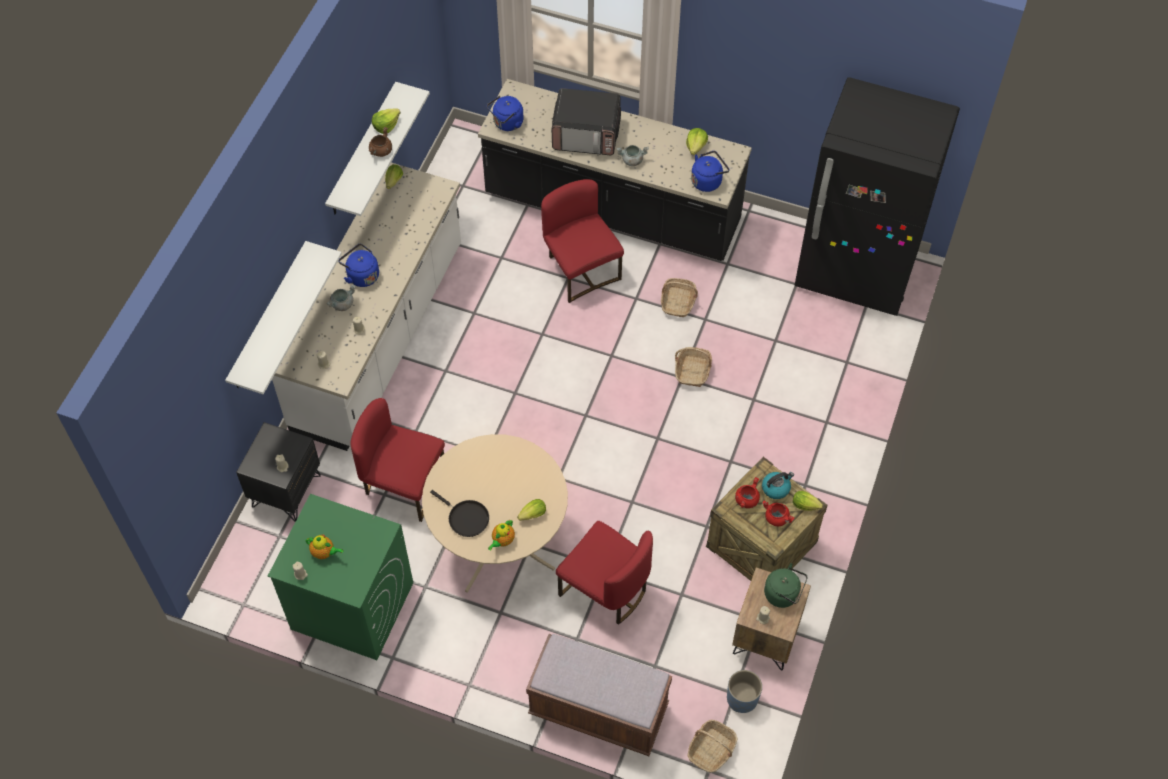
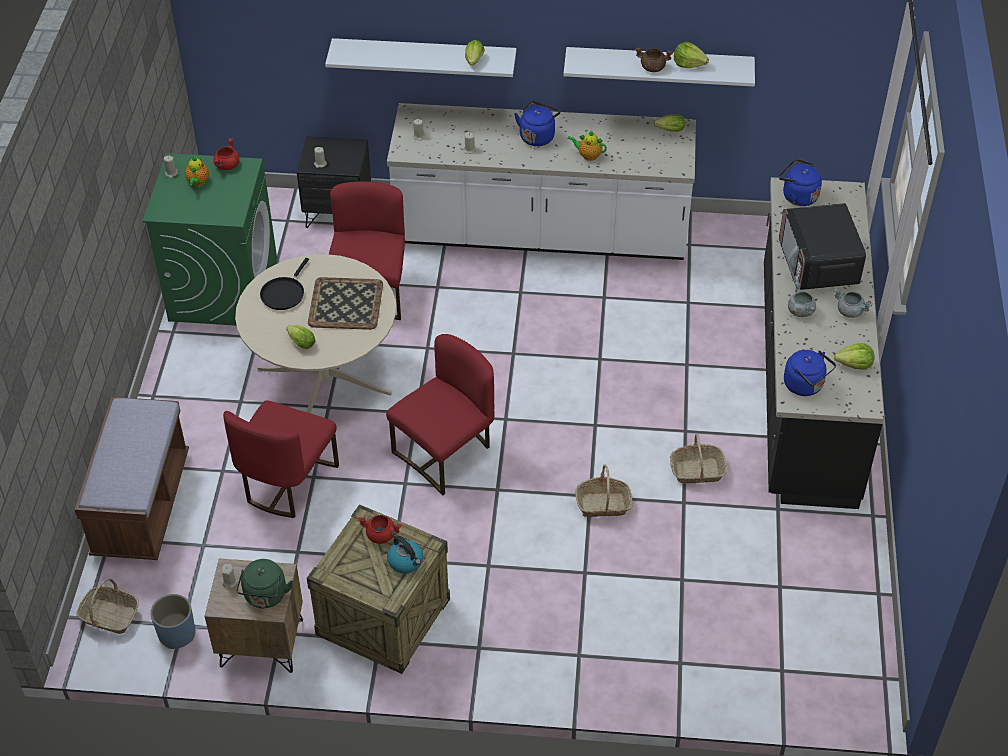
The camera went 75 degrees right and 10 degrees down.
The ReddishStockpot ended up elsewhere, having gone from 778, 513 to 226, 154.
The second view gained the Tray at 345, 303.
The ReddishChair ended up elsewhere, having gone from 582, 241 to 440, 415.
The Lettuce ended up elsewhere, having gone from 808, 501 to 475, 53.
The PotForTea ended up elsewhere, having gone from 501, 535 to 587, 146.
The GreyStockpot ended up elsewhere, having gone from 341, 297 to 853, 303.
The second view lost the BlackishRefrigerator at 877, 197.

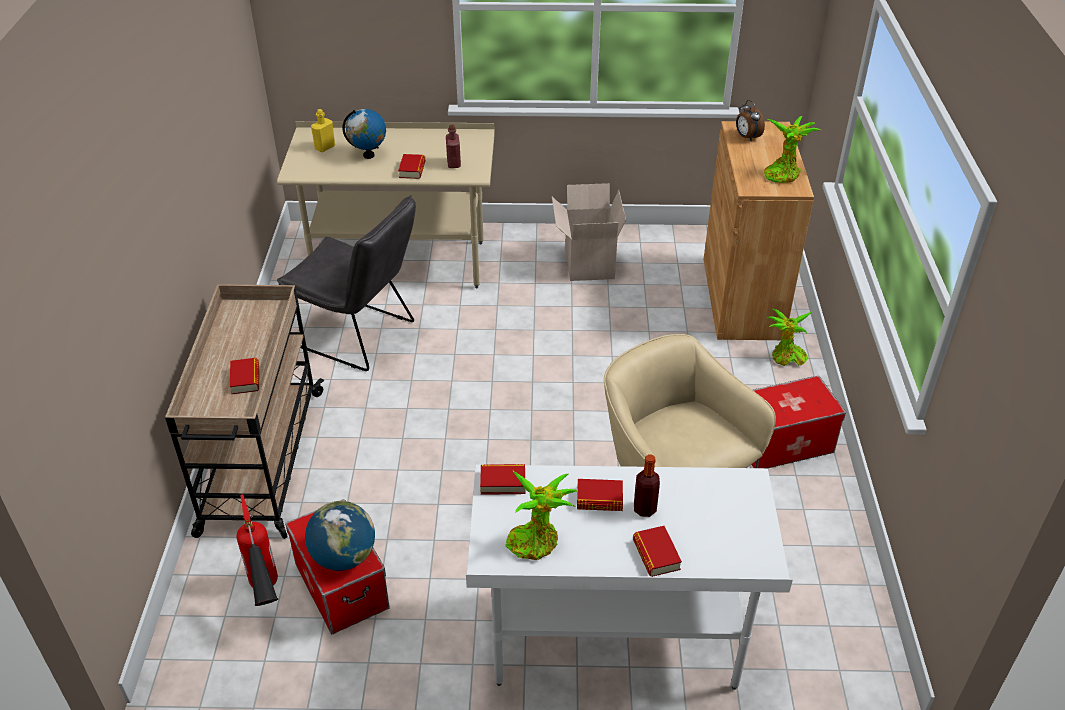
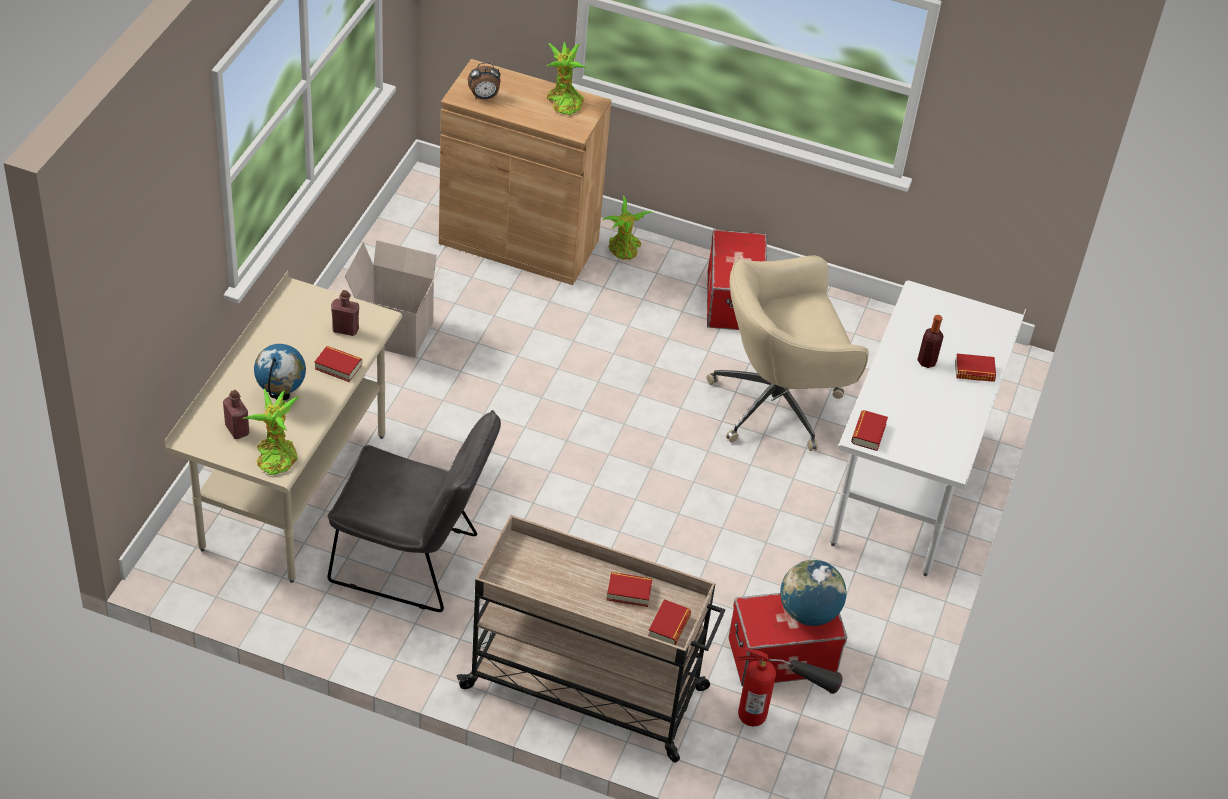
The camera went 75 degrees left and 5 degrees up.
What was the YellowBottle at 323, 130 turned into the ReddishBottle at 236, 414.
The Houseplant ended up elsewhere, having gone from 542, 515 to 272, 432.
The GreyChair at 346, 283 ended up facing another way, 60 degrees clockwise from before.
The Volume ended up elsewhere, having gone from 600, 495 to 669, 622.

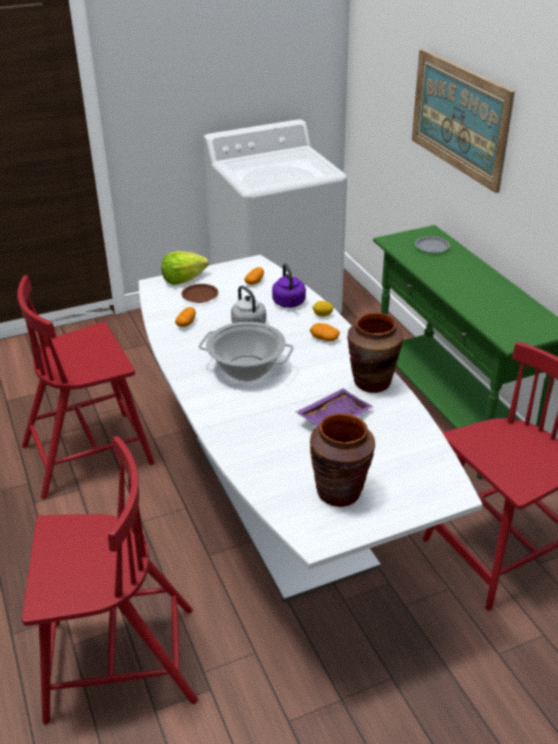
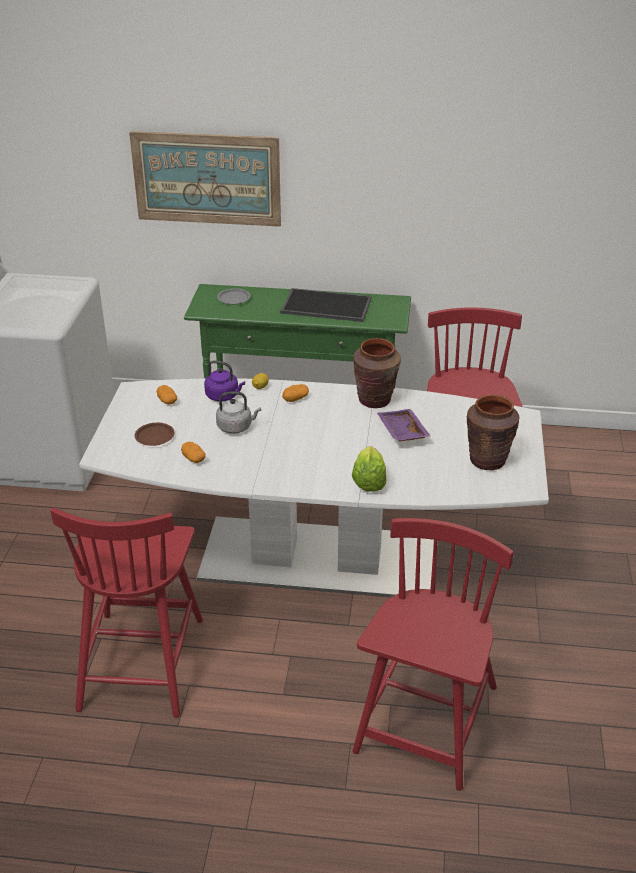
The camera went 60 degrees left and 0 degrees up.
The second view gained the Tray at 326, 305.
The Lettuce ended up elsewhere, having gone from 185, 268 to 369, 469.
The second view lost the Stockpot at 246, 351.

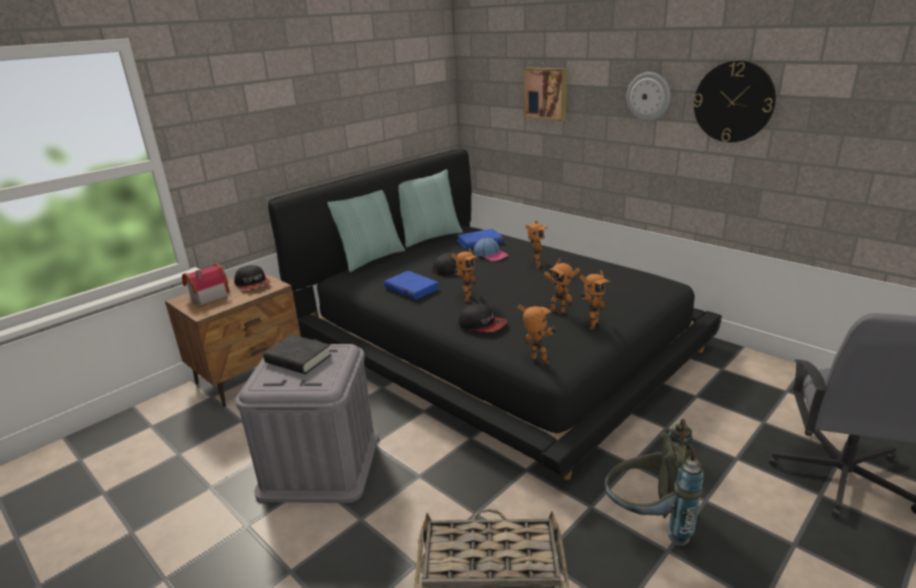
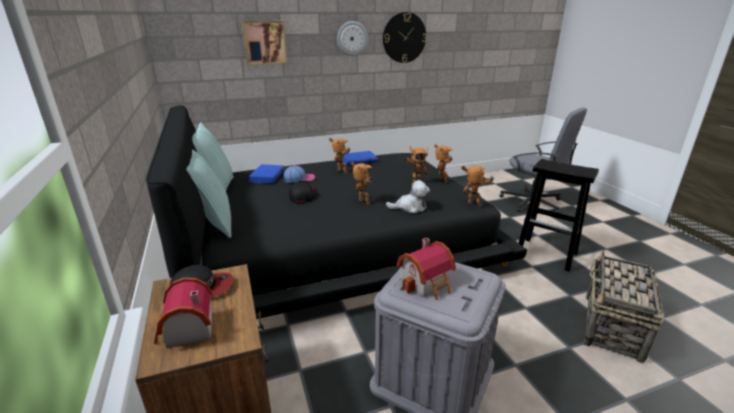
The camera went 65 degrees left and 0 degrees up.
The BlueVolume ended up elsewhere, having gone from 411, 285 to 360, 158.
Where the PeakedCap stood at 483, 318, the PlushToy came to stand at 408, 197.
Where the BlackishVolume stood at 297, 354, the ToyHouse came to stand at 426, 269.
The ModelRobot at 537, 334 ended up facing another way, 45 degrees clockwise from before.
Where the GreyRucksack stood at 654, 482, the BlackishStoolSeat came to stand at 559, 215.

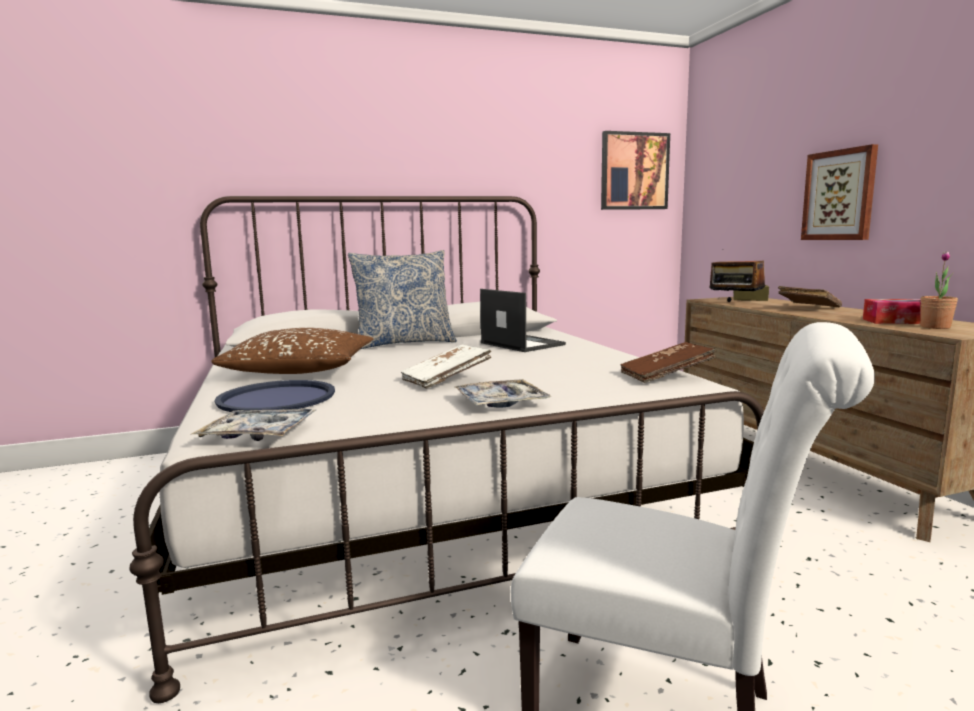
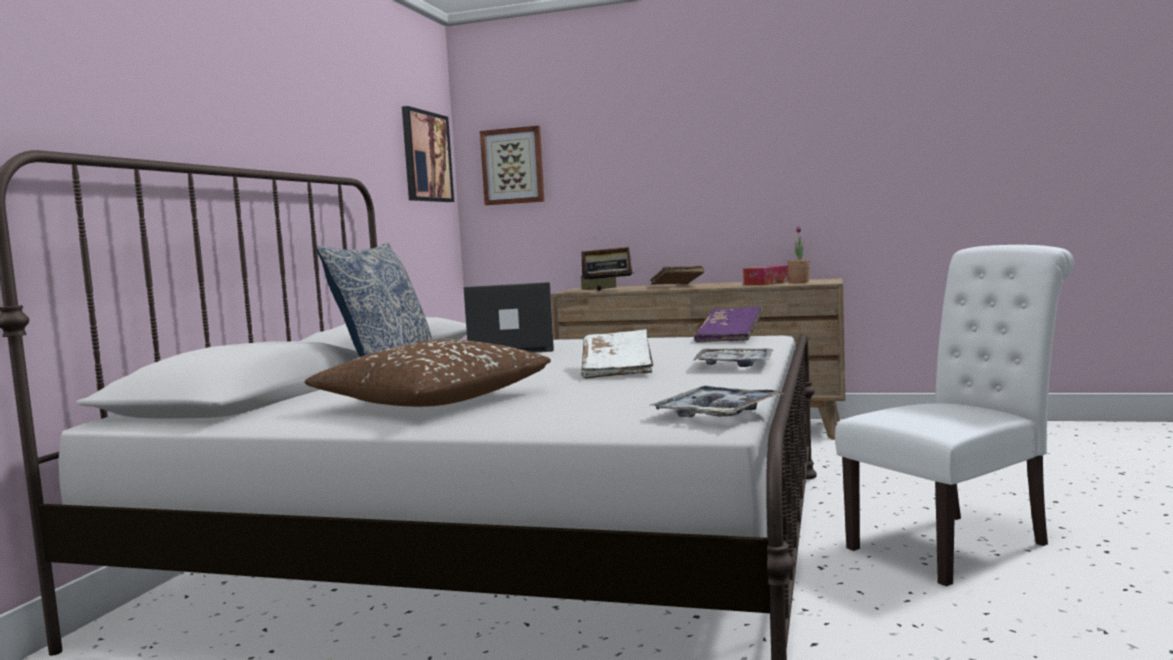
The camera went 55 degrees left and 5 degrees down.
The WallArt ended up elsewhere, having gone from 839, 192 to 512, 165.
What was the BrownVolume at 668, 362 turned into the PurplishVolume at 728, 324.
The second view lost the BlueTray at 274, 396.

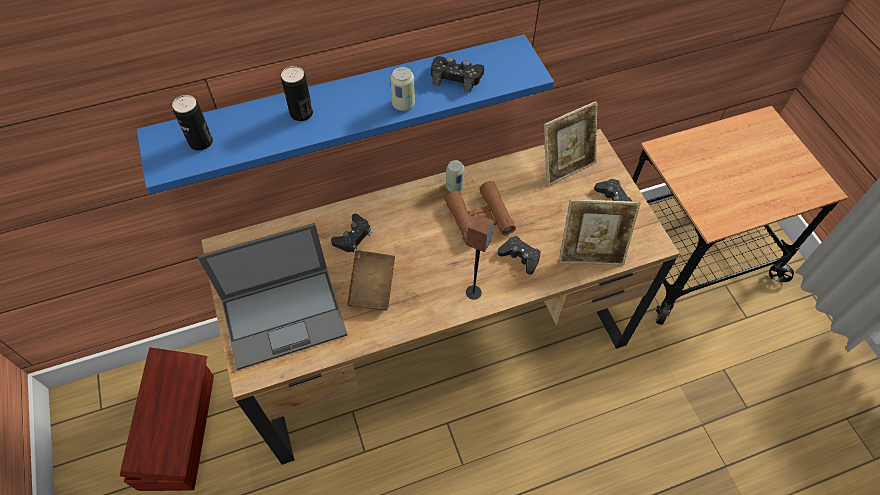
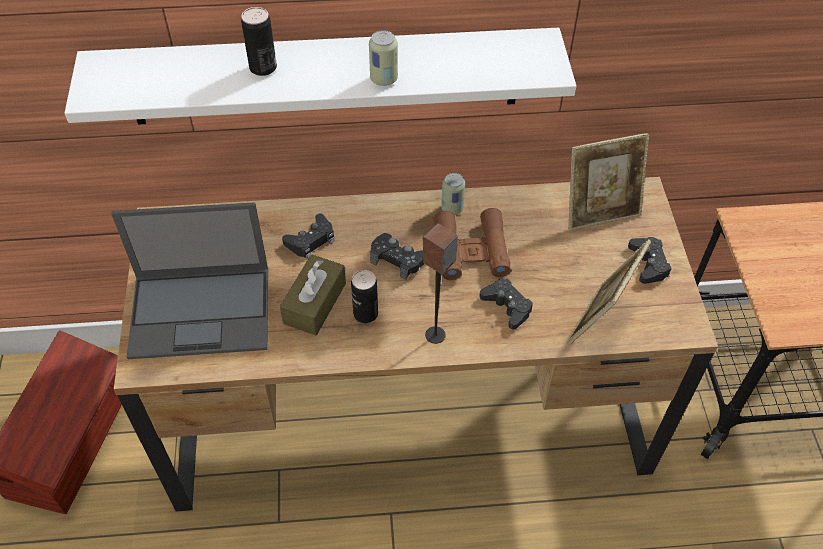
The camera went 15 degrees right and 5 degrees down.
What was the BlueBracketShelf at 345, 114 turned into the WhitishBracketShelf at 320, 76.
Where the BrownVolume stood at 371, 281, the BrownTissueBox came to stand at 313, 295.
The MetalCan ended up elsewhere, having gone from 192, 123 to 364, 296.
The BlackishGamepad ended up elsewhere, having gone from 457, 74 to 397, 256.
The StandingFrame at 600, 232 ended up facing another way, 105 degrees clockwise from before.

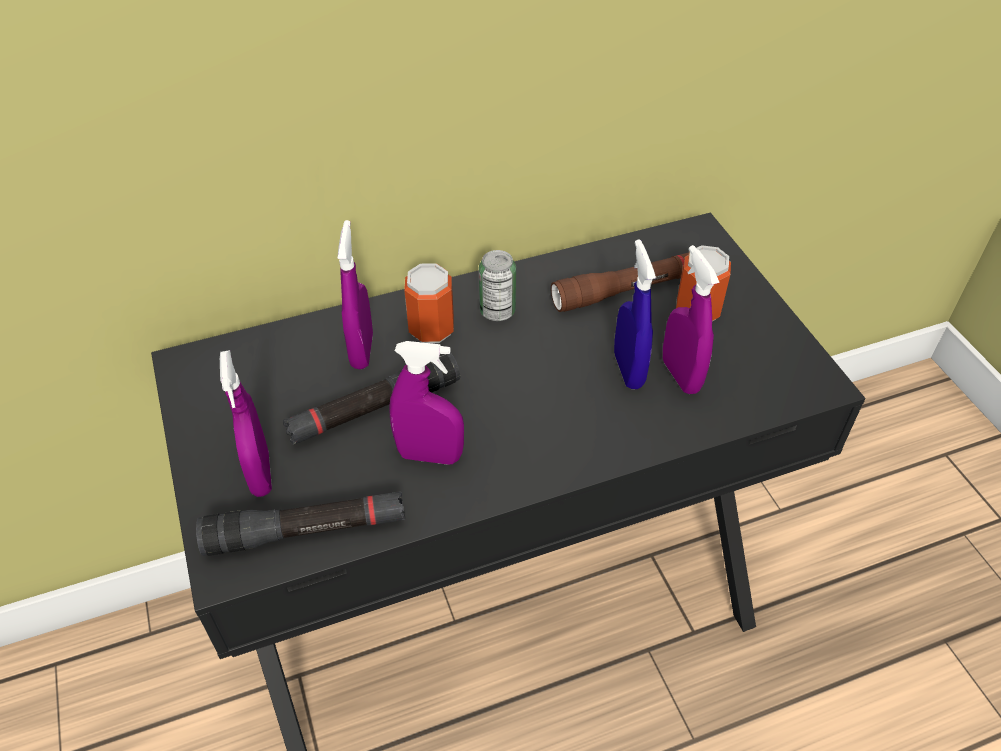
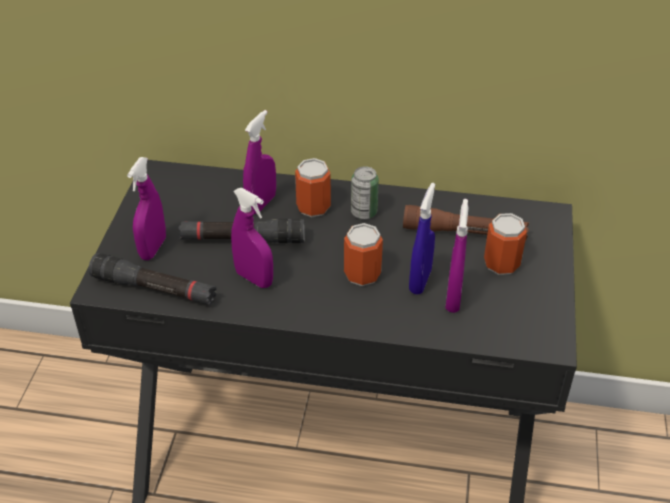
The camera went 30 degrees right and 5 degrees down.
The second view gained the MetalCan at 363, 254.

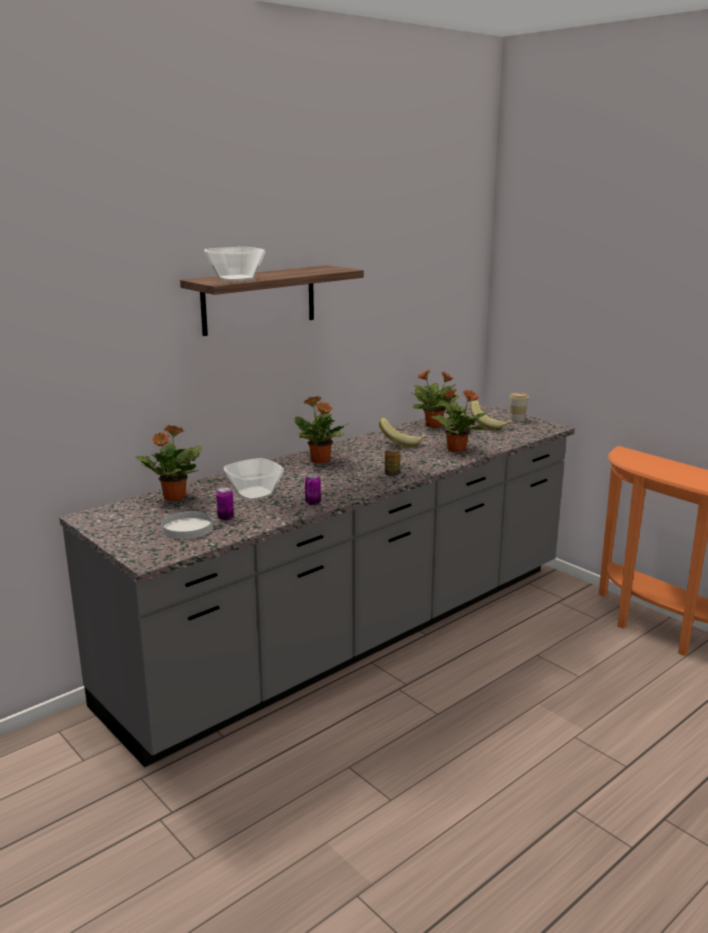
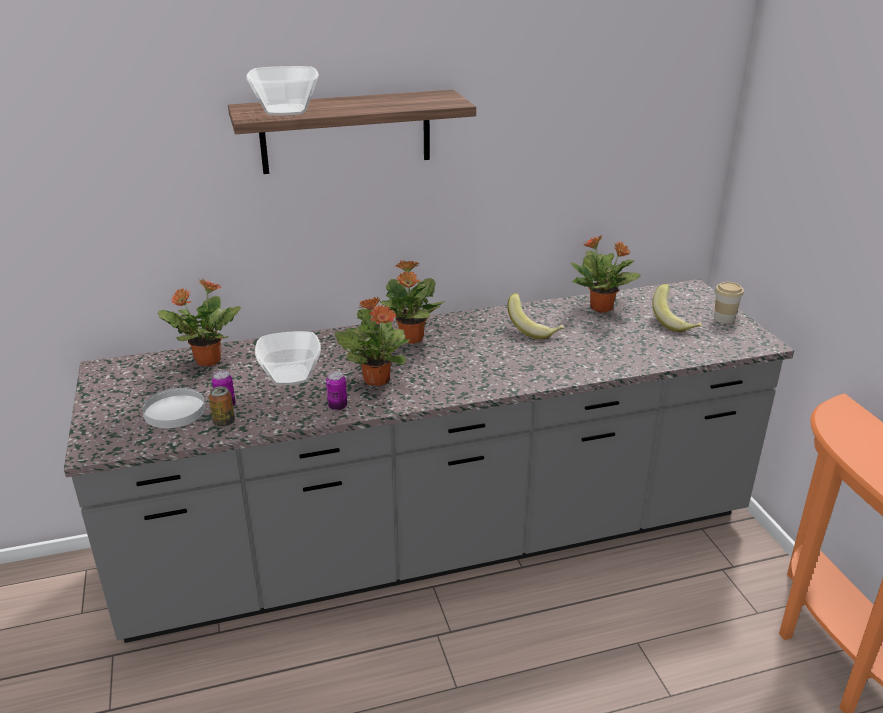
The camera went 25 degrees right and 10 degrees up.
The MetalCan ended up elsewhere, having gone from 393, 462 to 222, 406.
The Houseplant ended up elsewhere, having gone from 459, 420 to 372, 341.

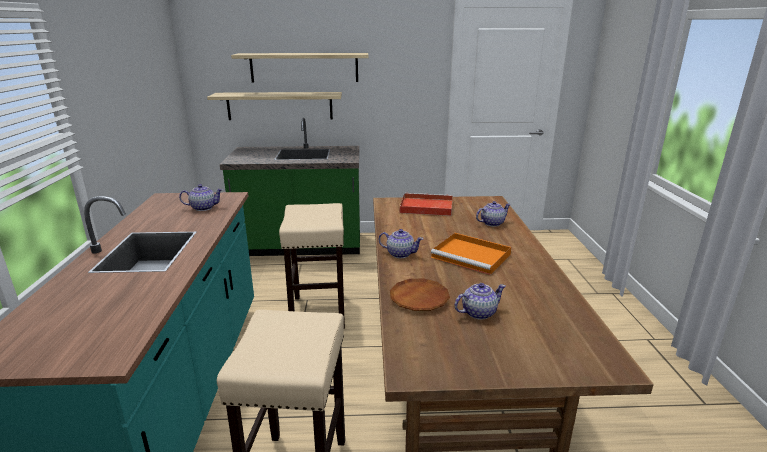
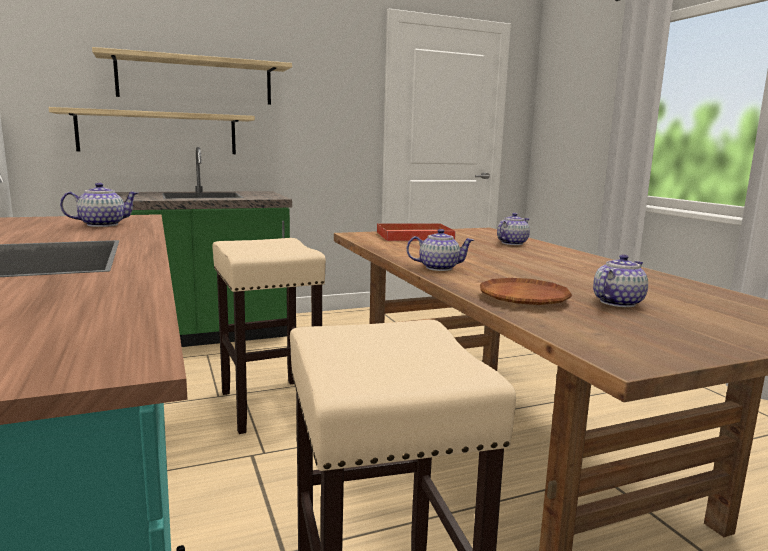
The camera went 20 degrees left and 10 degrees down.
The second view lost the OrangeTray at 471, 254.

